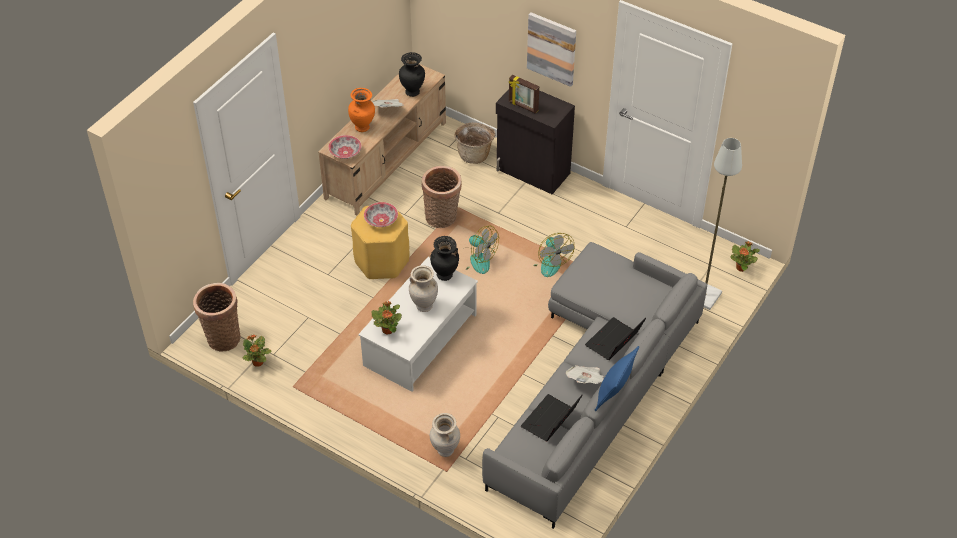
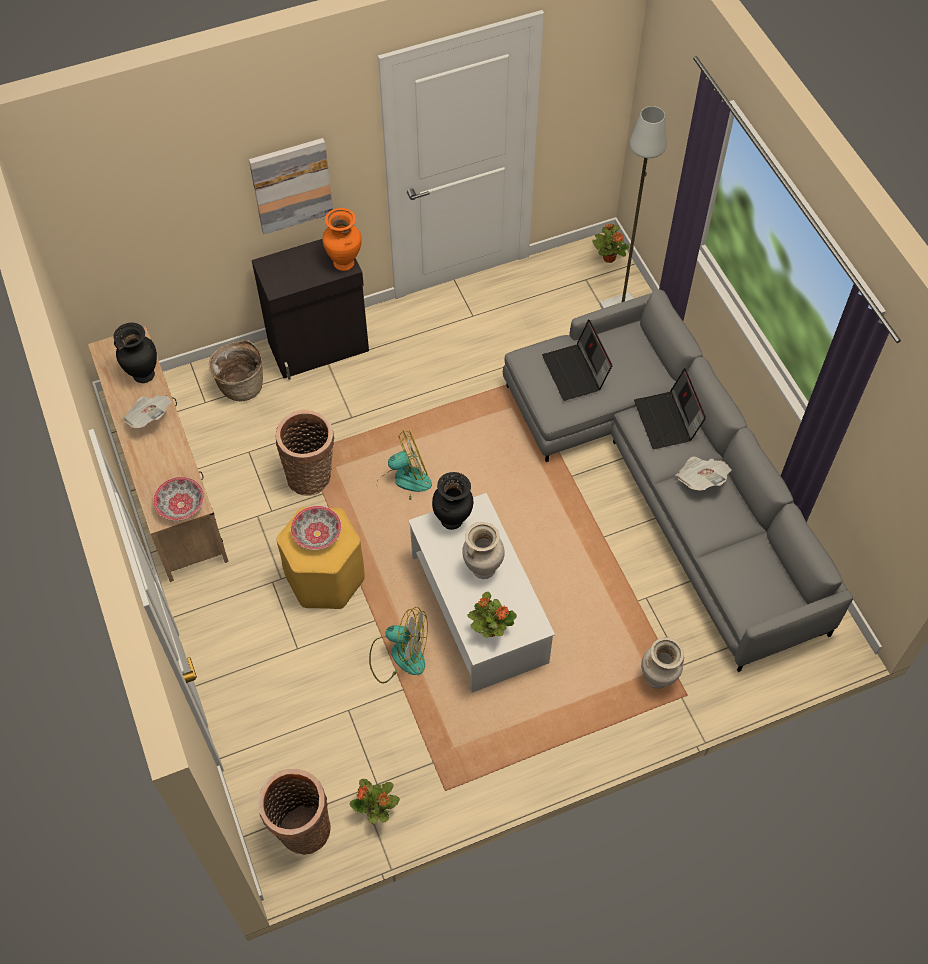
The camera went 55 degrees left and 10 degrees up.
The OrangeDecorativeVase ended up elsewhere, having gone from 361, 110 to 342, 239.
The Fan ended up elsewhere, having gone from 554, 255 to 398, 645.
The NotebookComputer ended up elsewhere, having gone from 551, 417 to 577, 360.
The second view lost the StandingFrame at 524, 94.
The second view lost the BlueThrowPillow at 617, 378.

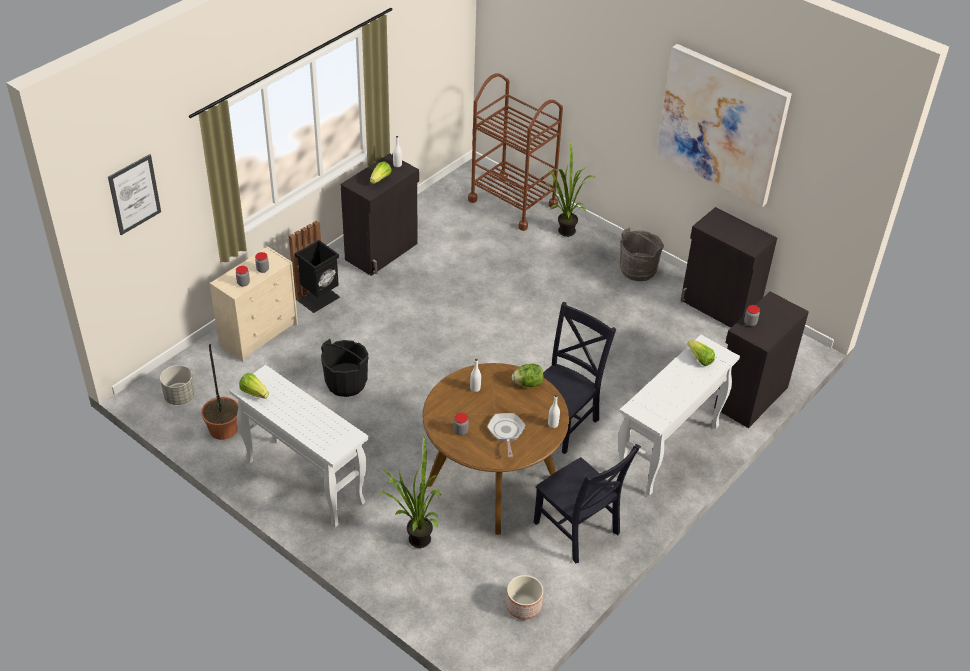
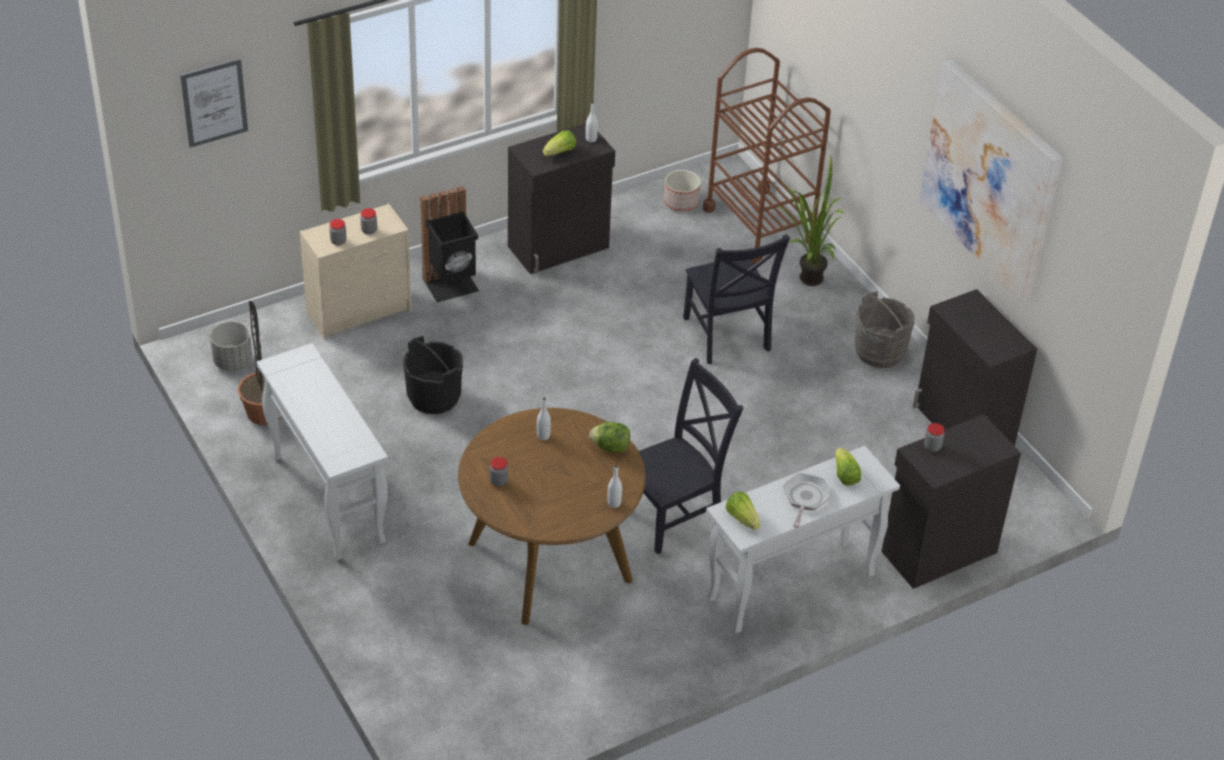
The camera went 20 degrees right and 0 degrees up.
The FlowerPot ended up elsewhere, having gone from 524, 597 to 682, 191.
The BlackishChair ended up elsewhere, having gone from 587, 504 to 736, 299.
The Lettuce ended up elsewhere, having gone from 254, 386 to 742, 511.
The FryingPan ended up elsewhere, having gone from 506, 435 to 807, 500.
The second view lost the Houseplant at 410, 491.

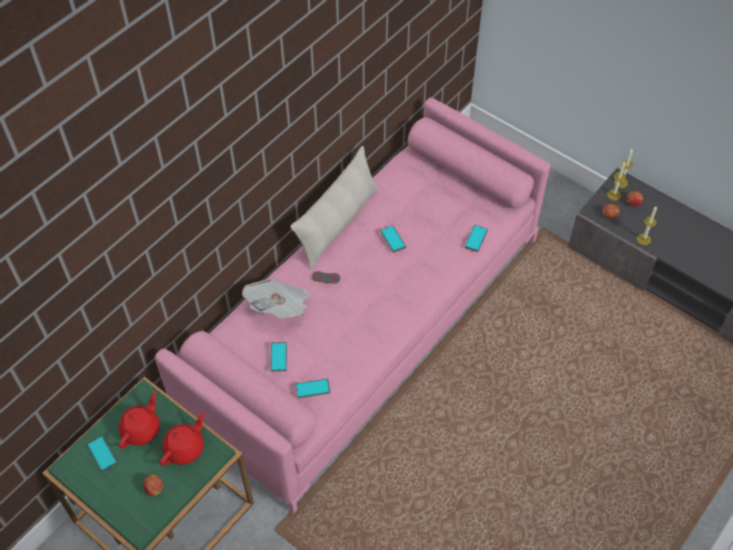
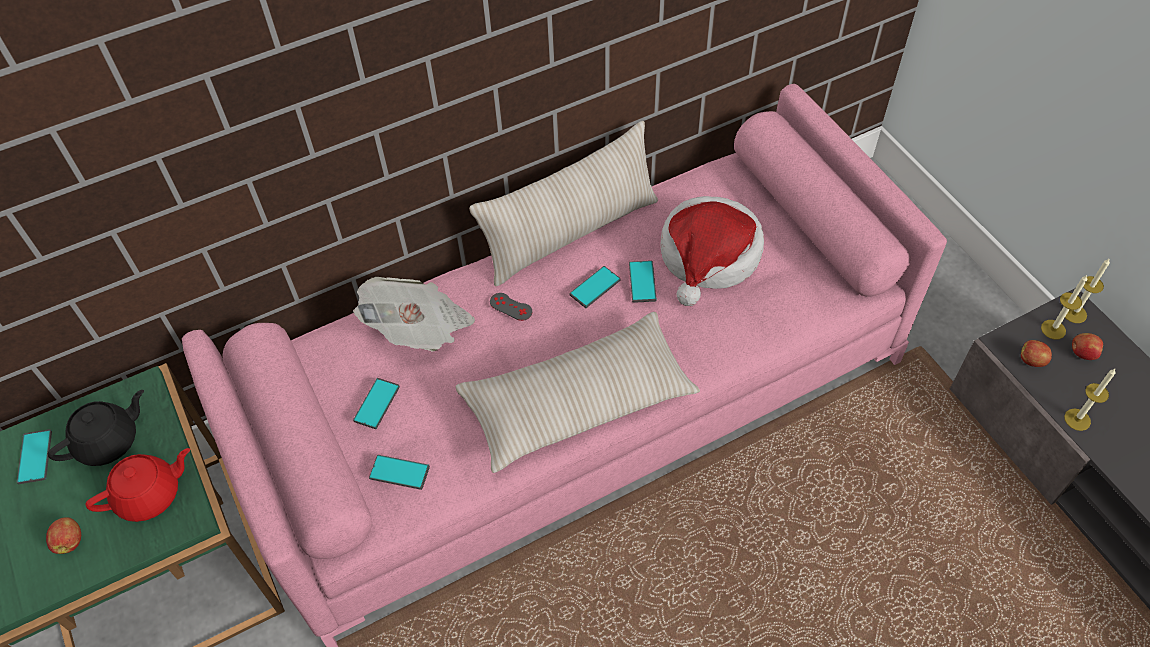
The camera went 25 degrees right and 0 degrees up.
What was the ReddishPotForTea at 139, 420 turned into the BlackishPotForTea at 96, 428.
The second view gained the BeigeColouredThrowPillow at 577, 392.
The Phone ended up elsewhere, having gone from 476, 238 to 595, 287.
The second view gained the WearableHat at 712, 251.

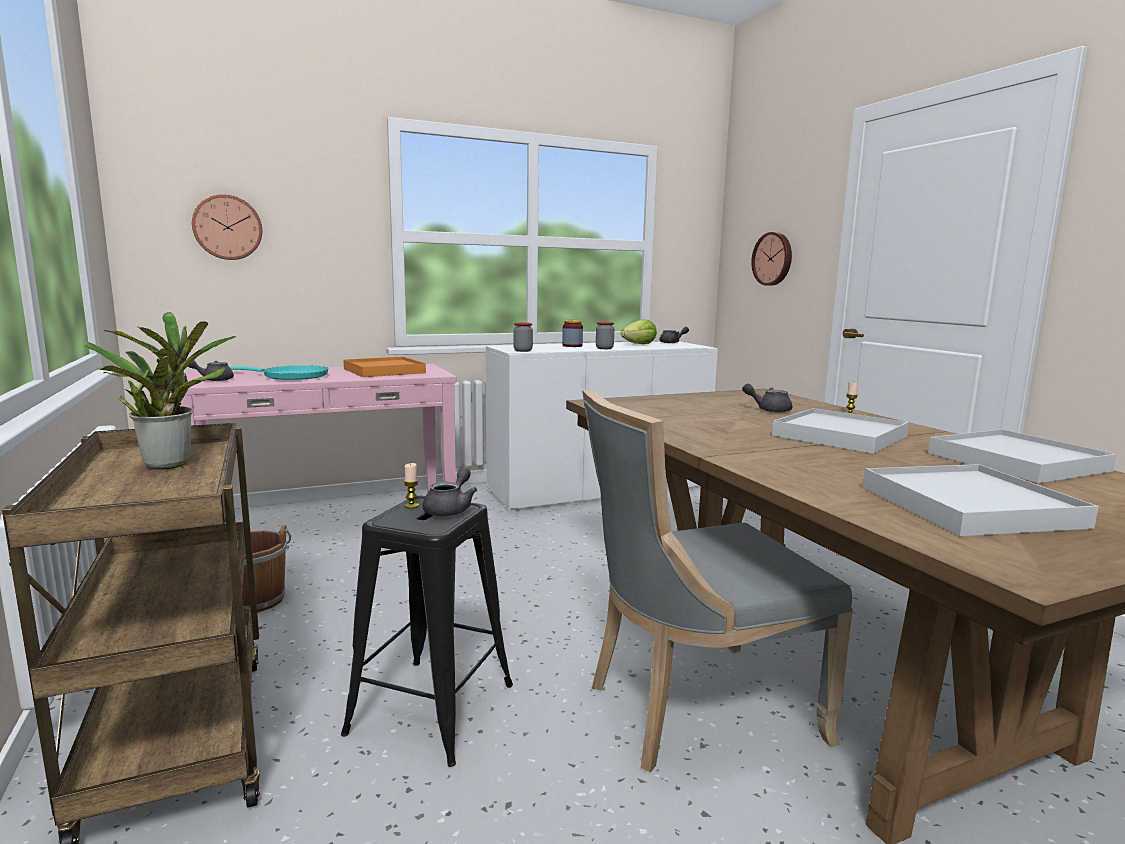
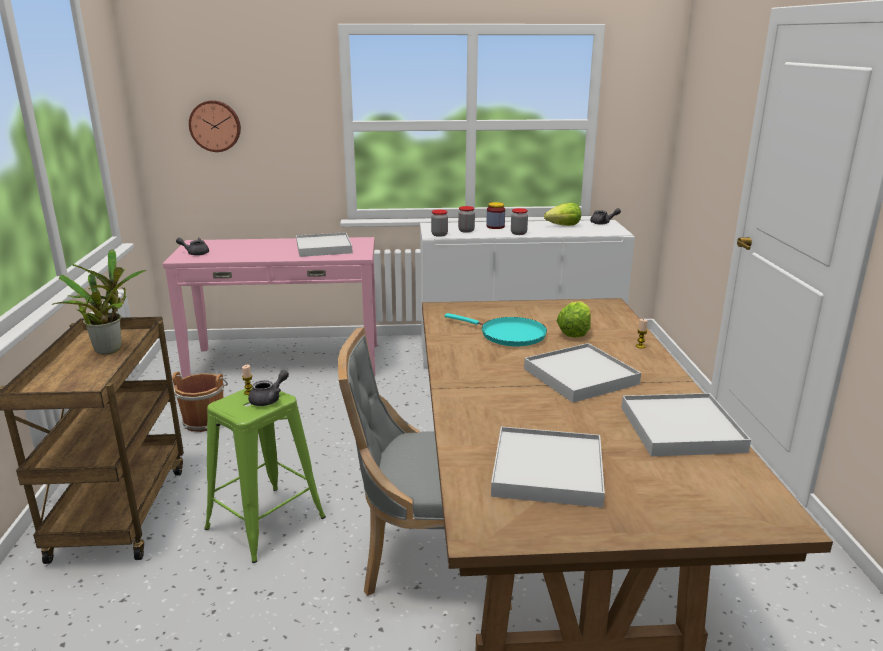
The camera went 20 degrees right and 10 degrees up.
What was the BlackishStoolSeat at 427, 631 turned into the GreenColouredStoolSeat at 265, 475.
What was the OrangeTray at 384, 367 turned into the WhitishTray at 324, 244.
The BlueGreenFryingPan ended up elsewhere, having gone from 279, 372 to 496, 329.
The second view gained the PreserveJar at 466, 219.
Where the GreyPotForTea stood at 767, 398, the Lettuce came to stand at 574, 319.
The second view lost the WallClock at 771, 259.

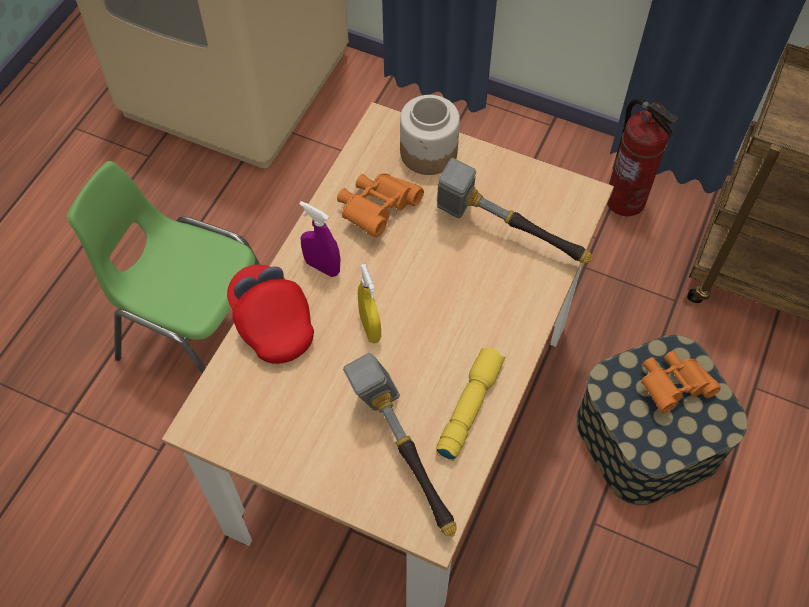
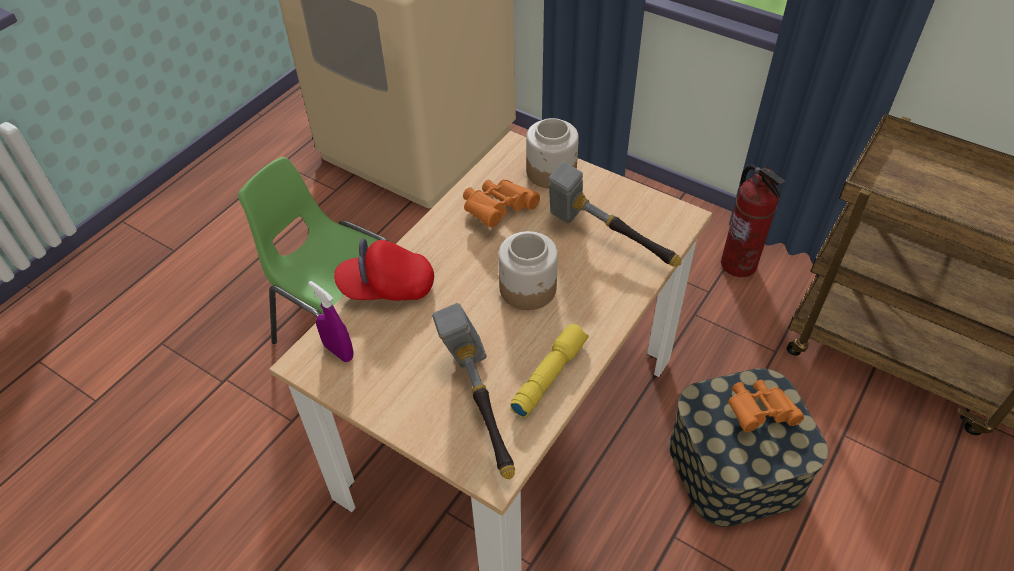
The camera went 10 degrees right and 10 degrees down.
The PurplishSprayBottle ended up elsewhere, having gone from 320, 239 to 331, 321.
The ReddishPeakedCap at 270, 314 ended up facing another way, 75 degrees counterclockwise from before.
The second view gained the PreserveJar at 528, 270.
The second view lost the YellowSprayBottle at 369, 304.

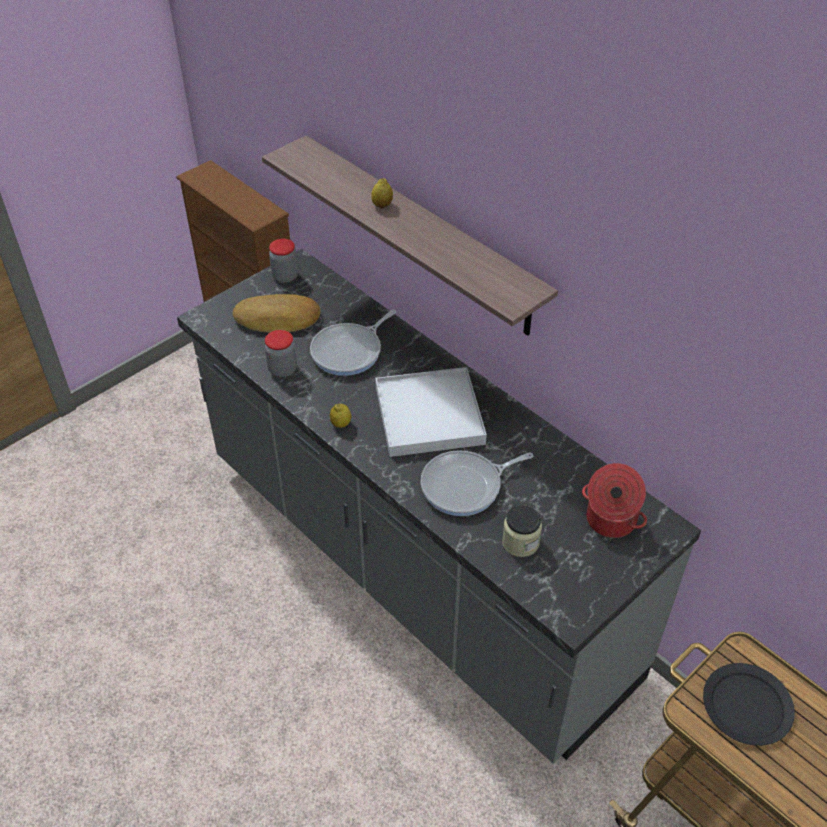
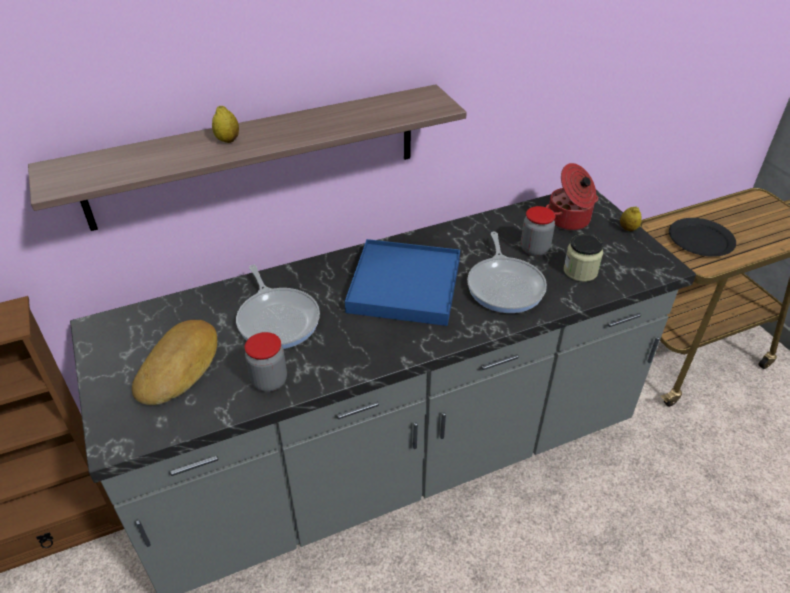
The camera went 70 degrees left and 5 degrees down.
What was the WhitishTray at 431, 412 turned into the BlueTray at 402, 282.
The PreserveJar ended up elsewhere, having gone from 283, 261 to 538, 231.
The CitrusFruit ended up elsewhere, having gone from 340, 416 to 631, 218.

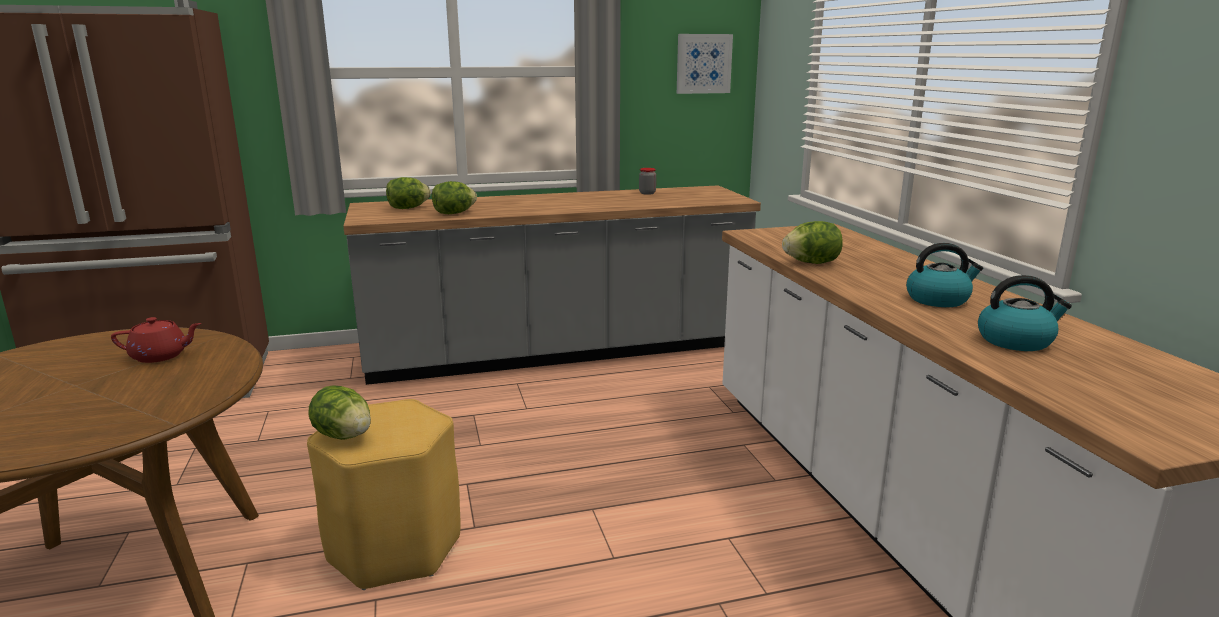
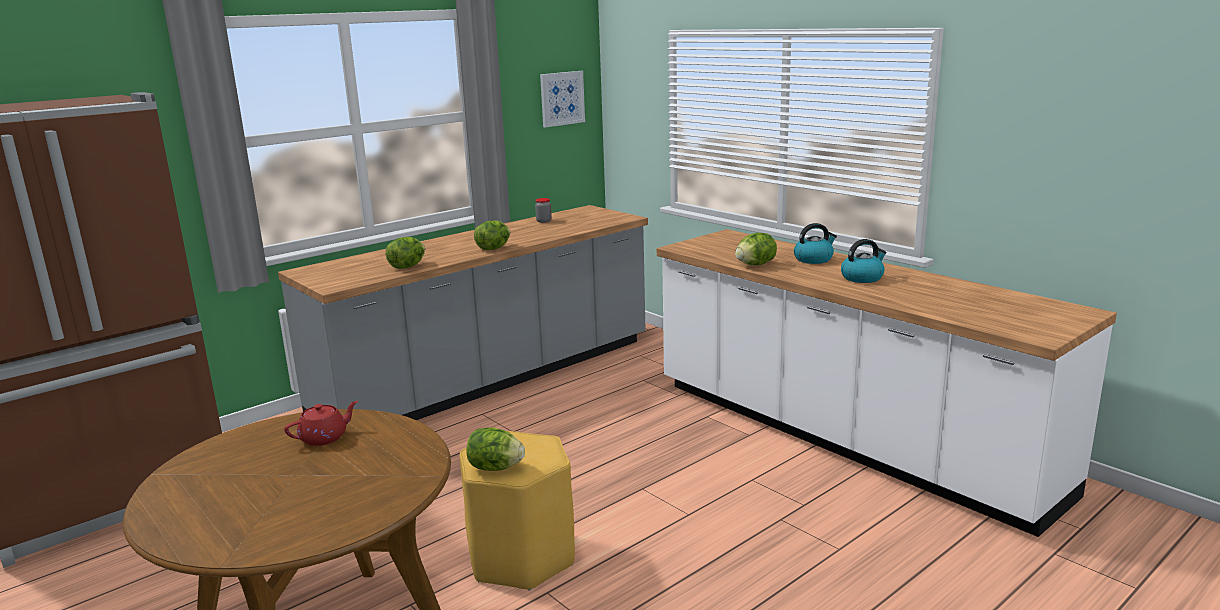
The camera went 25 degrees left and 0 degrees up.
The Lettuce ended up elsewhere, having gone from 408, 193 to 492, 235.
The TeaKettle ended up elsewhere, having gone from 1025, 313 to 815, 243.

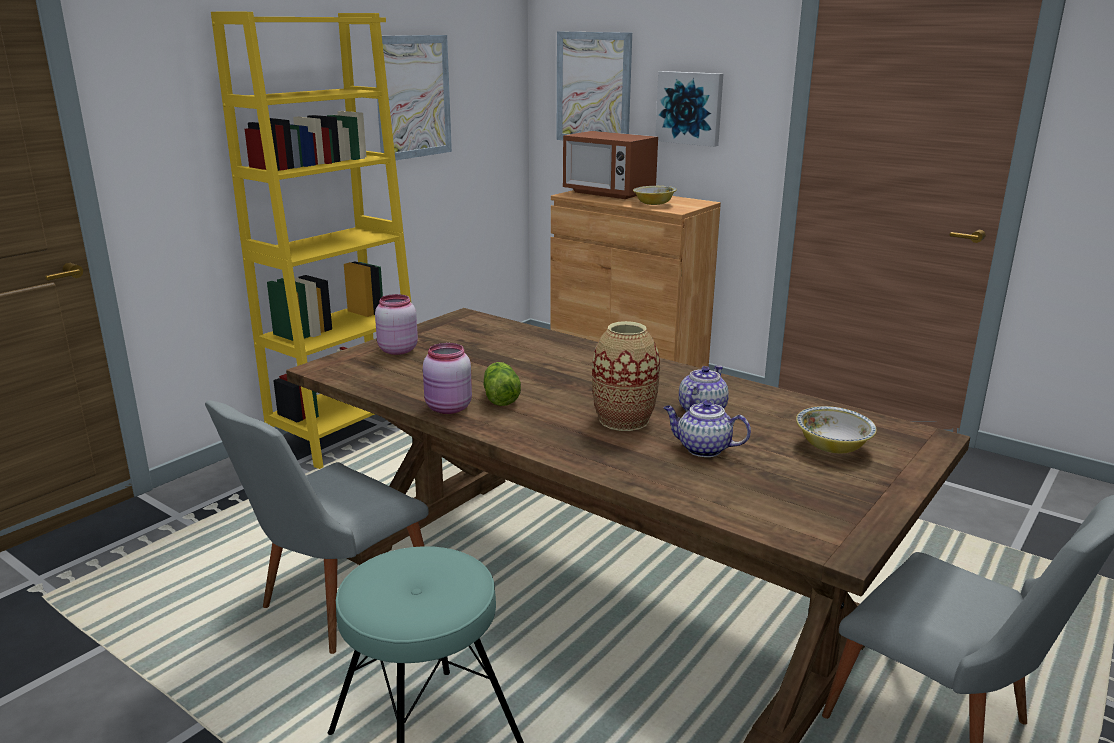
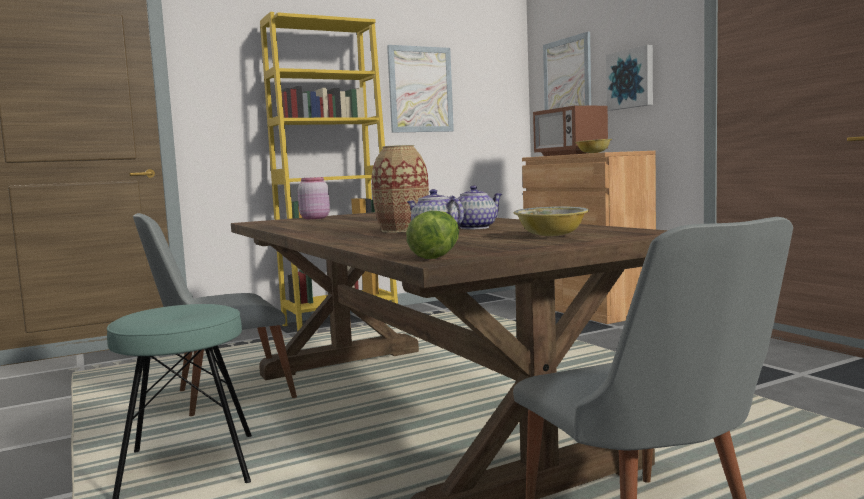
The camera went 25 degrees right and 15 degrees down.
The Lettuce ended up elsewhere, having gone from 502, 384 to 432, 235.
The second view lost the PinkPreserveJar at 447, 378.

